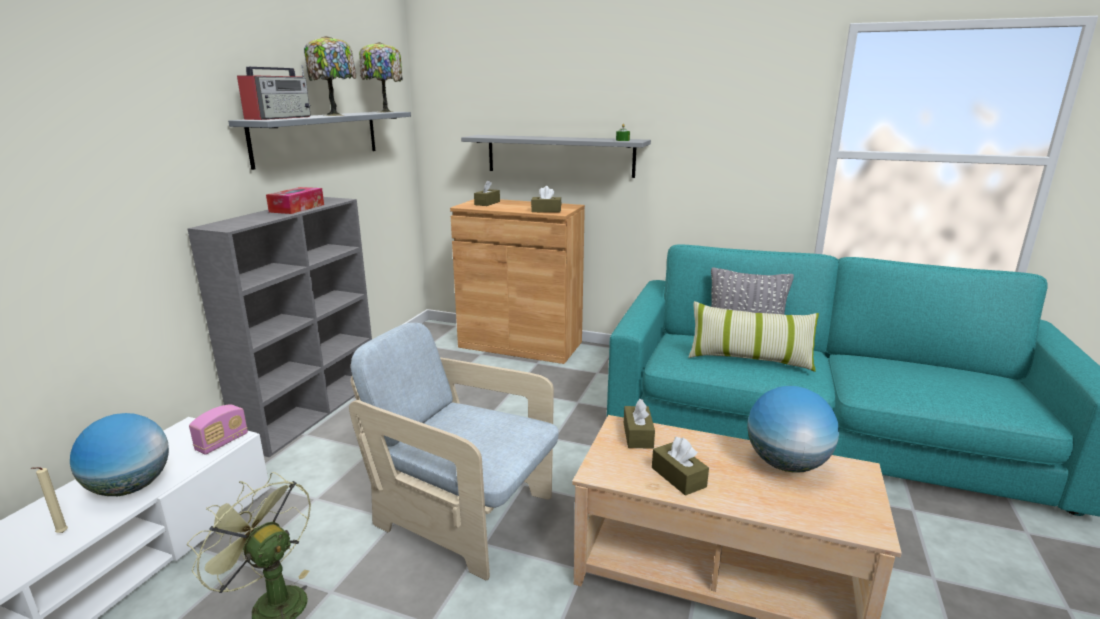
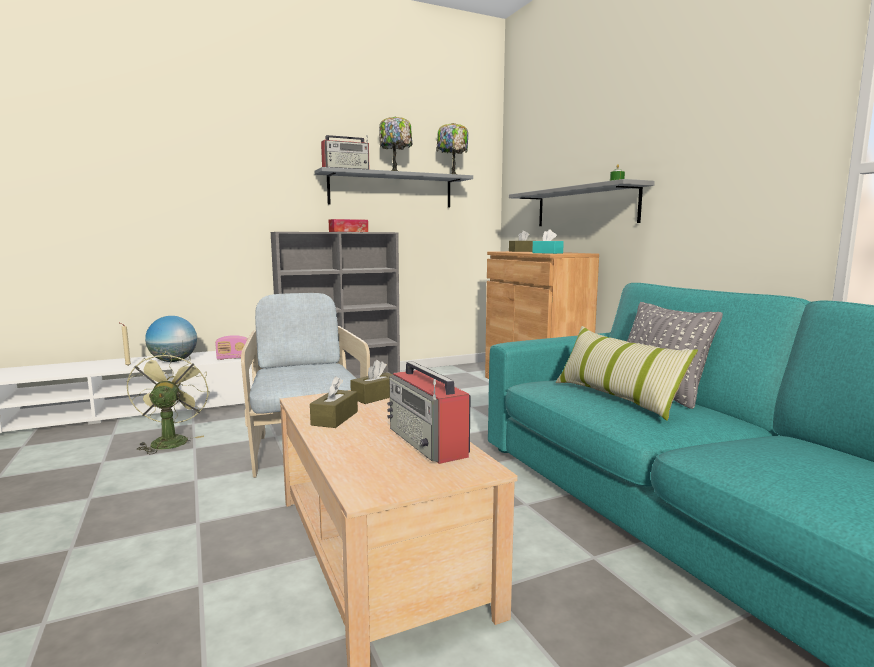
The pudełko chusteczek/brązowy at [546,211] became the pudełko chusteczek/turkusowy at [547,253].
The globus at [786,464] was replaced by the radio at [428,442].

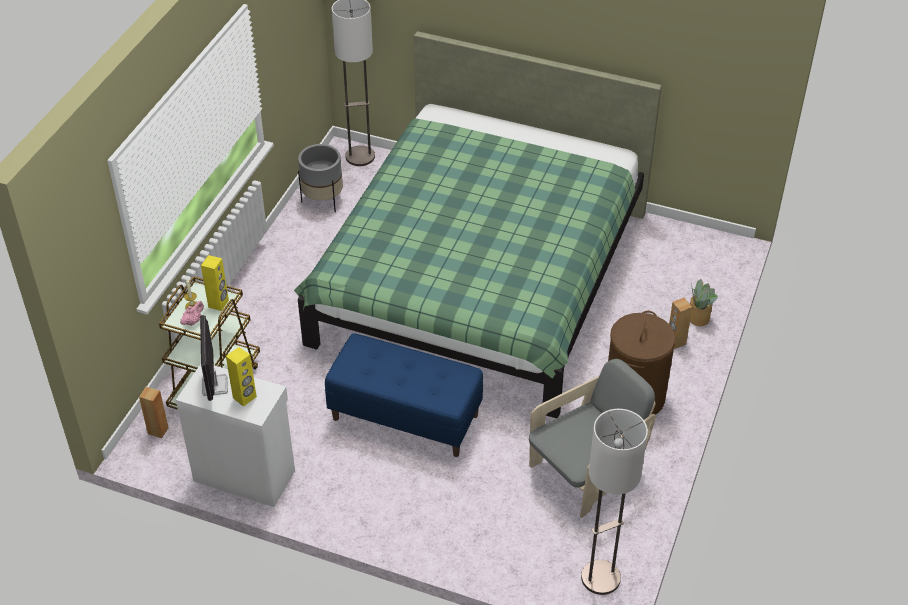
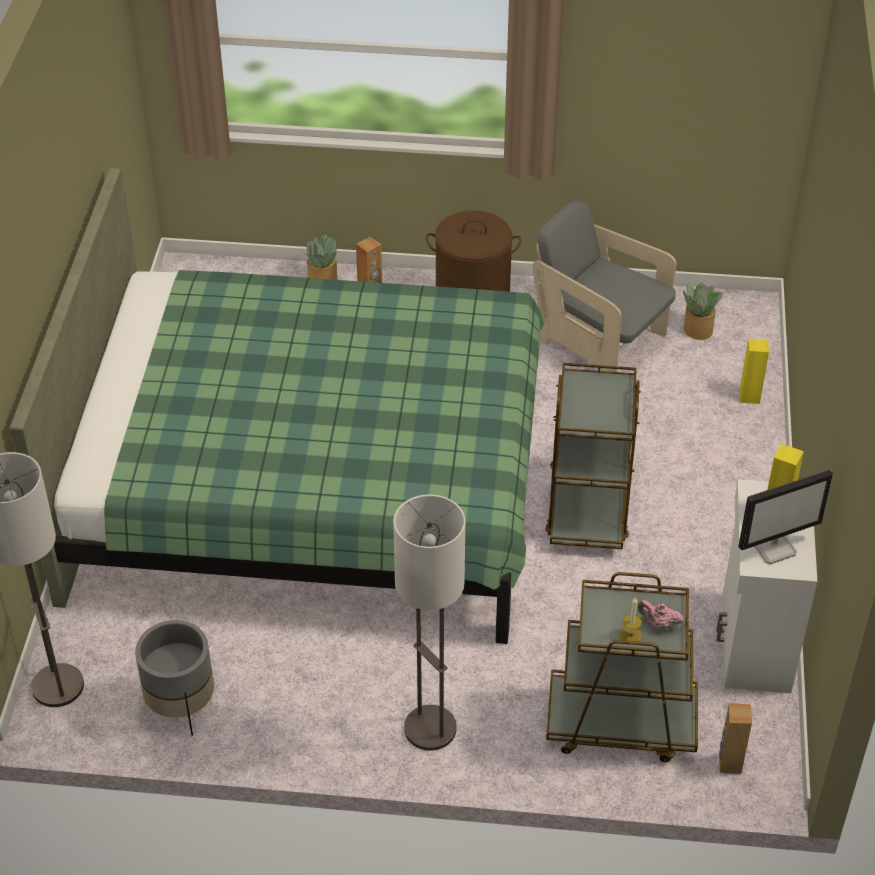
The głośnik/żółty moved from [219,304] to [749,396].
The ławka/niebieski at [406,417] was replaced by the wózek/brązowy at [588,506].
The lampa stojąca moved from [600,578] to [430,728].
The roślina doniczkowa at [697,329] appeared.

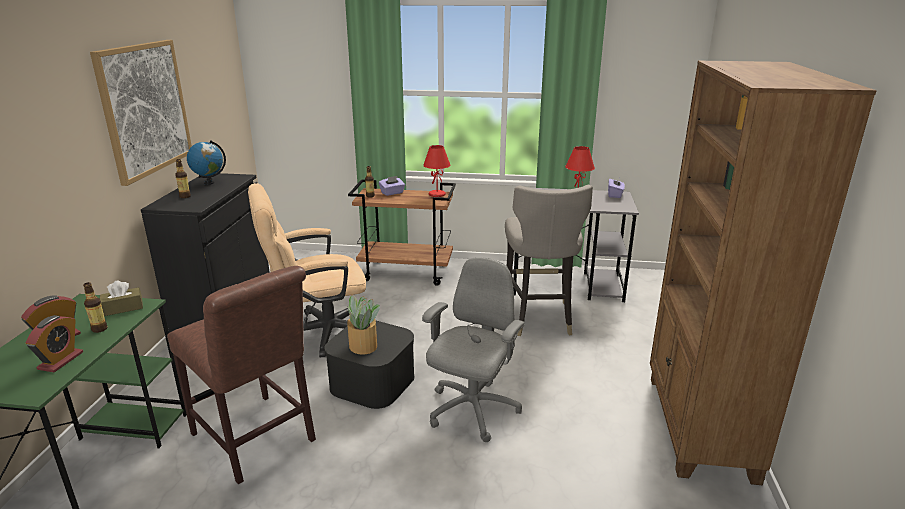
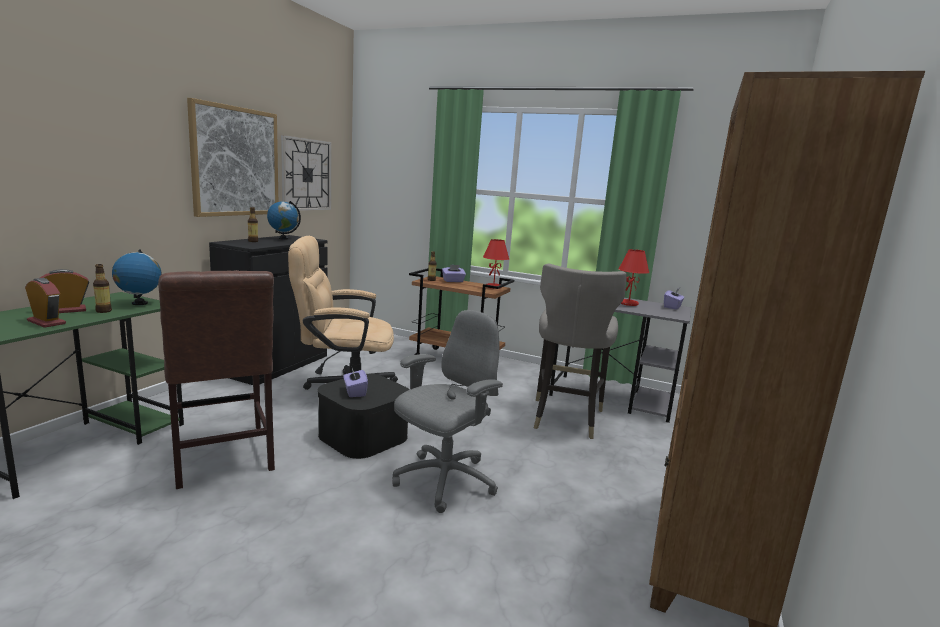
The pudełko chusteczek/brązowy at [123,308] was replaced by the globus at [139,303].
The roślina doniczkowa at [363,345] was replaced by the pudełko chusteczek/fioletowy at [355,392].
The budzik at [60,361] turned 90 degrees counterclockwise.
The zegar ścienny at [306,175] appeared.

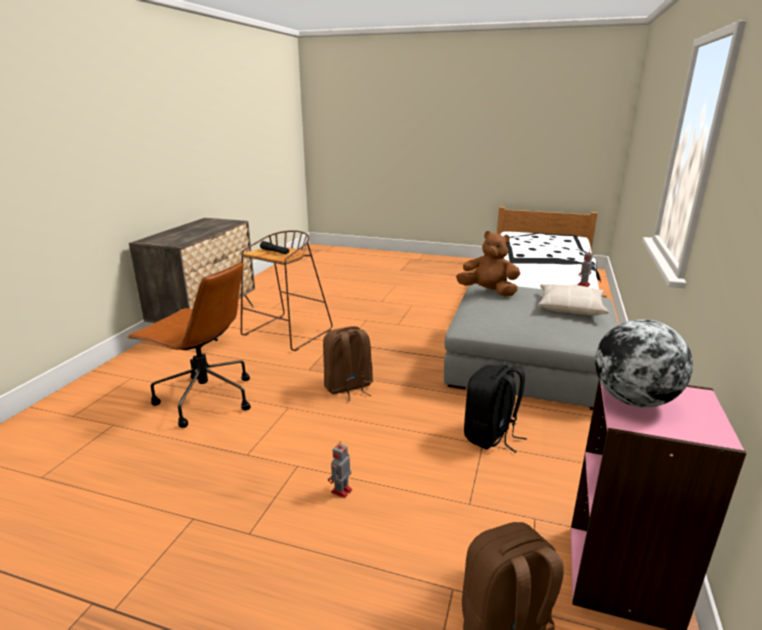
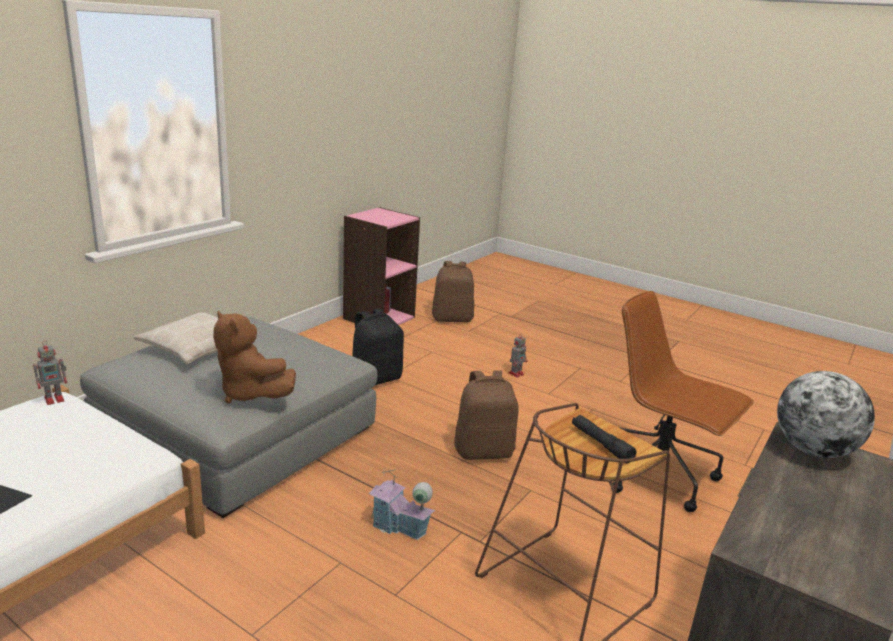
The globus moved from [633,400] to [812,450].
The domek at [399,527] appeared.

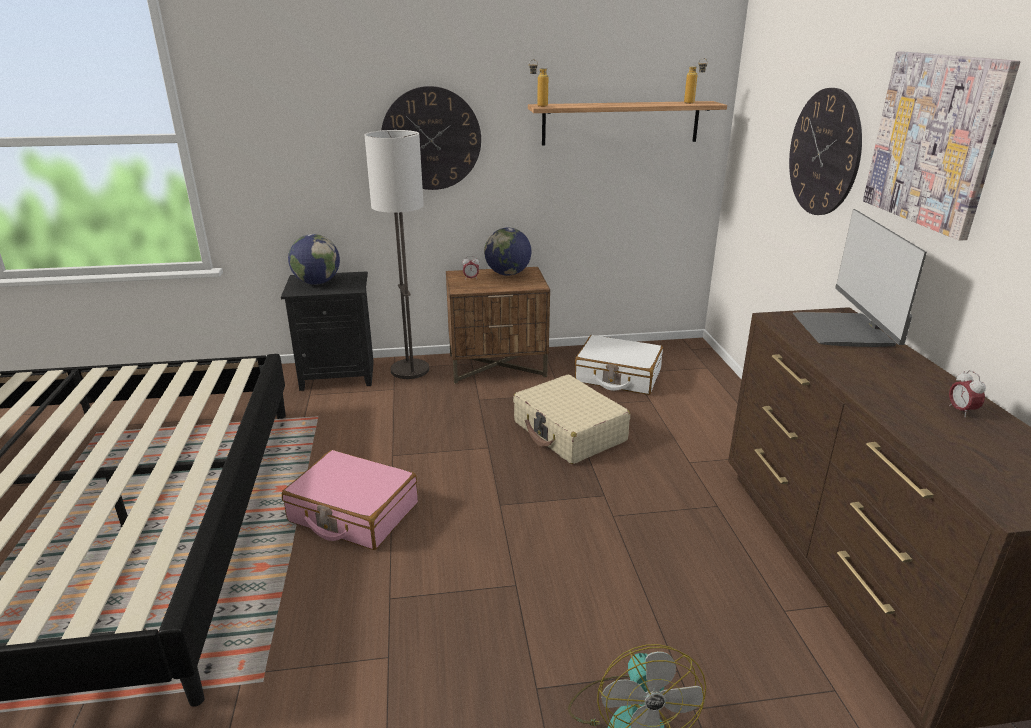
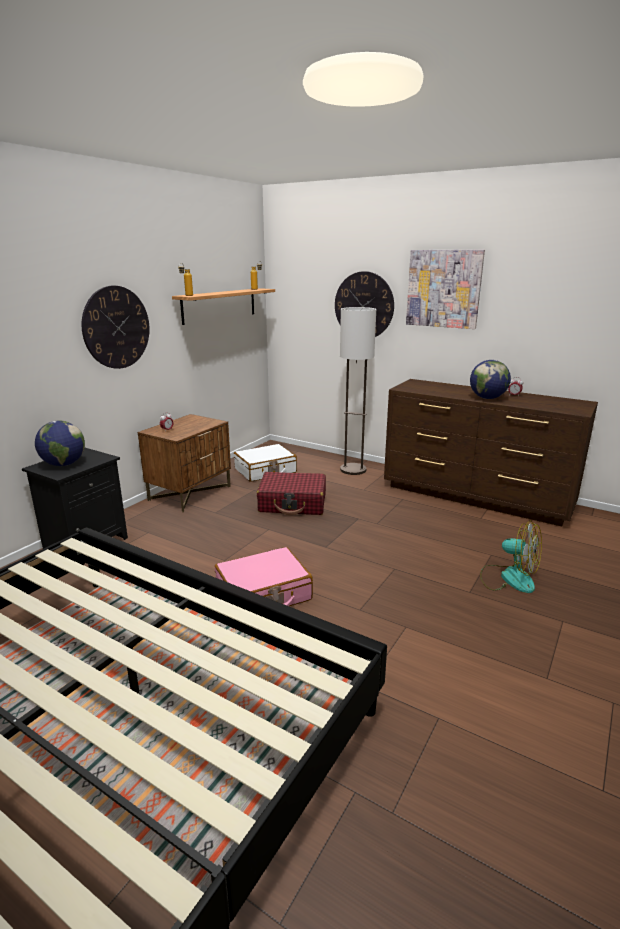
The lampa stojąca moved from [410,370] to [353,469].
The monitor at [844,331] disappeared.
The globus moved from [508,274] to [487,398].
The walizka/beżowy at [569,432] became the walizka/czerwony at [293,503].

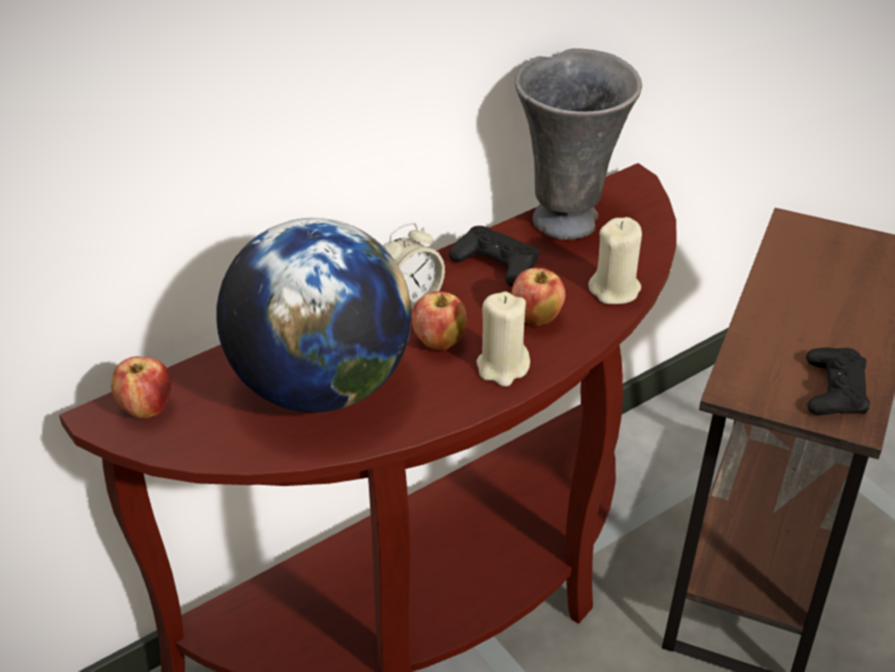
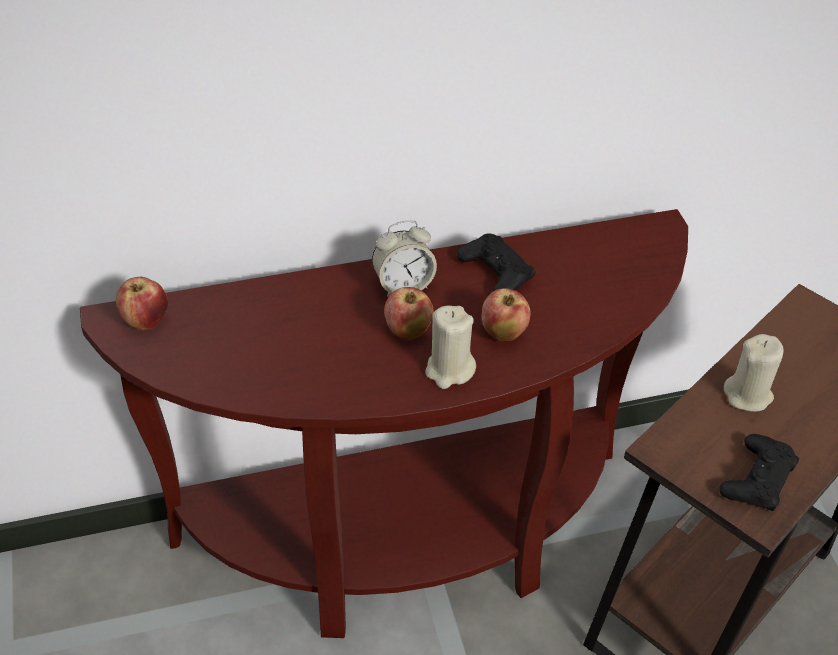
The wazon/szary at [568,219] disappeared.
The świeca/beżowy moved from [615,290] to [748,395].
The globus at [320,386] disappeared.

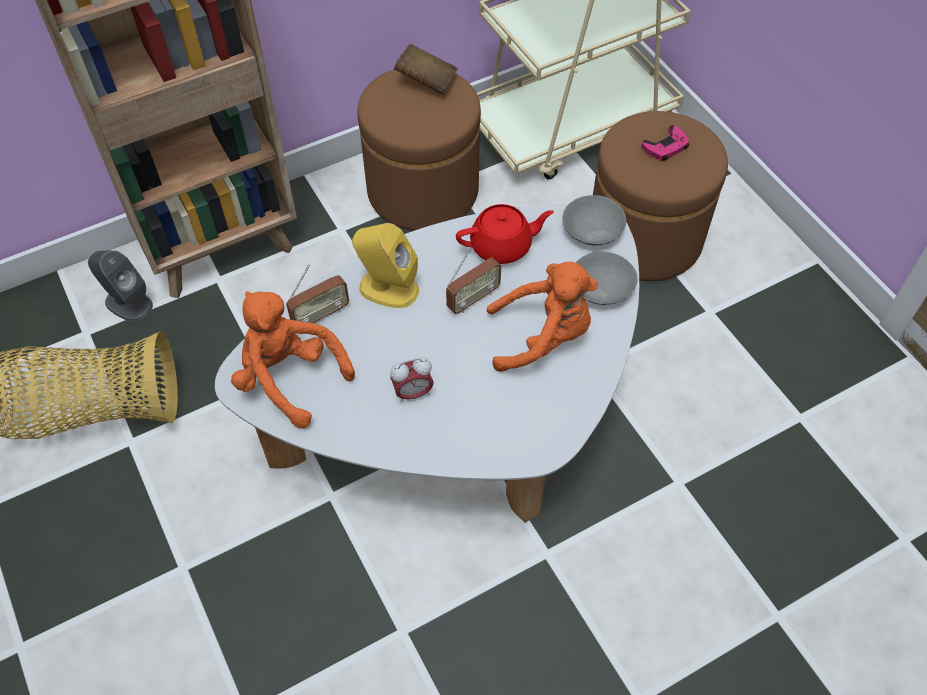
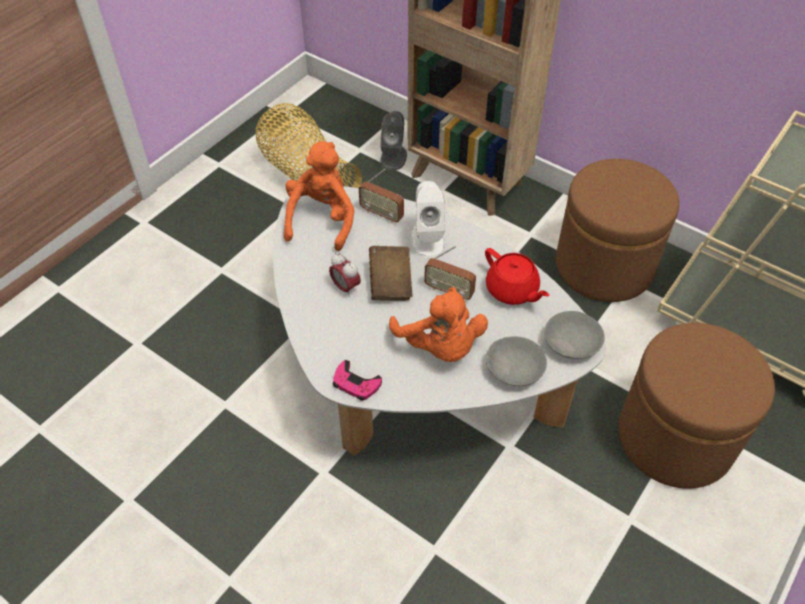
The książka/brązowy moved from [426,81] to [390,283].
The pad do gier/różowy moved from [666,147] to [355,383].
The głośnik/żółty at [388,288] became the głośnik/biały at [427,239].

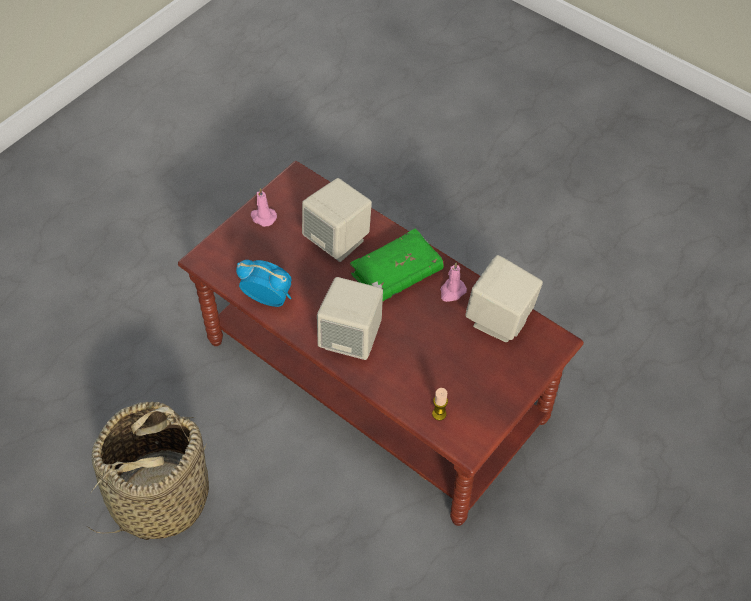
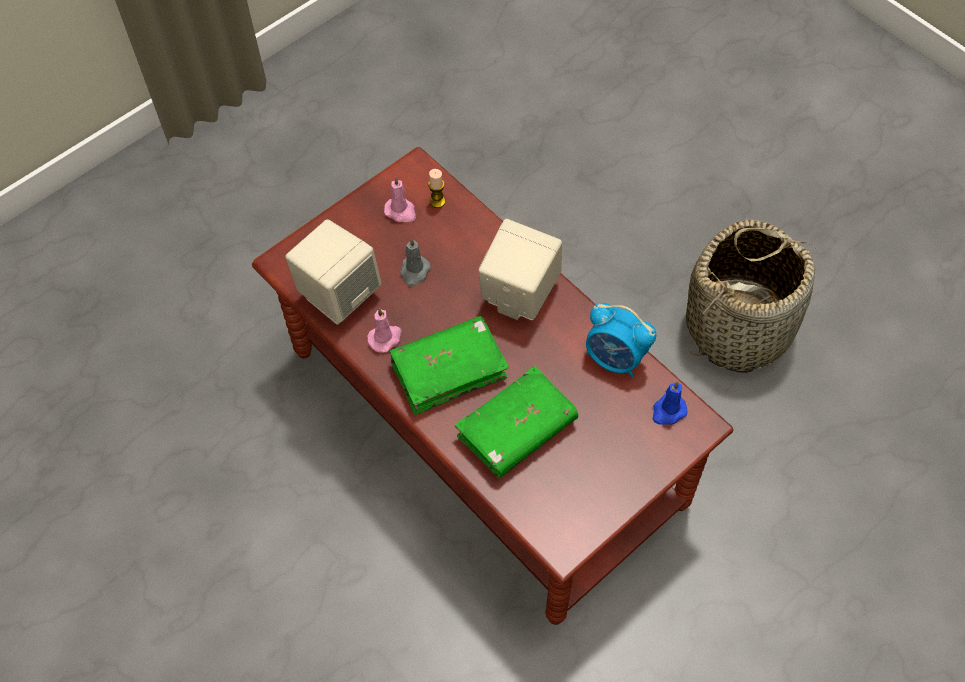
The głośnik/beżowy at [338,240] was replaced by the książka/zielony at [516,429].
The świeca/różowy moved from [263,217] to [401,211].
The świeca/szary at [414,272] appeared.
The świeca/niebieski at [668,411] appeared.

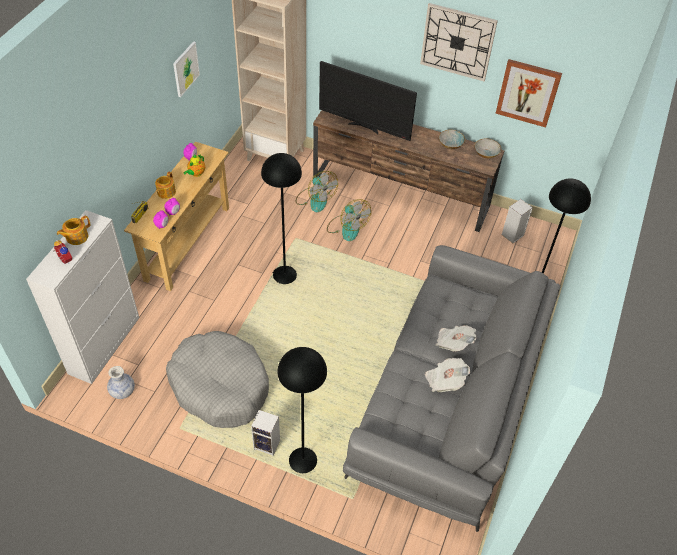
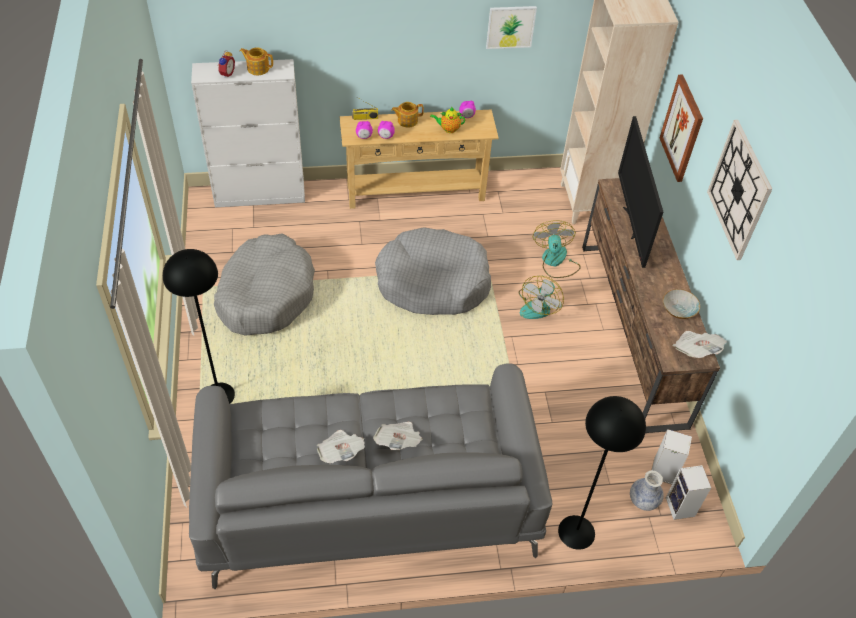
The obraz moved from [528,93] to [682,128].
The miska at [486,153] was replaced by the gazeta at [695,351].
The lampa stojąca/czarny at [284,275] was replaced by the legowisko/szary at [432,282].
The wentylator at [315,199] turned 150 degrees clockwise.
The wazon moved from [122,391] to [643,500].
The głośnik moved from [268,445] to [681,508].

